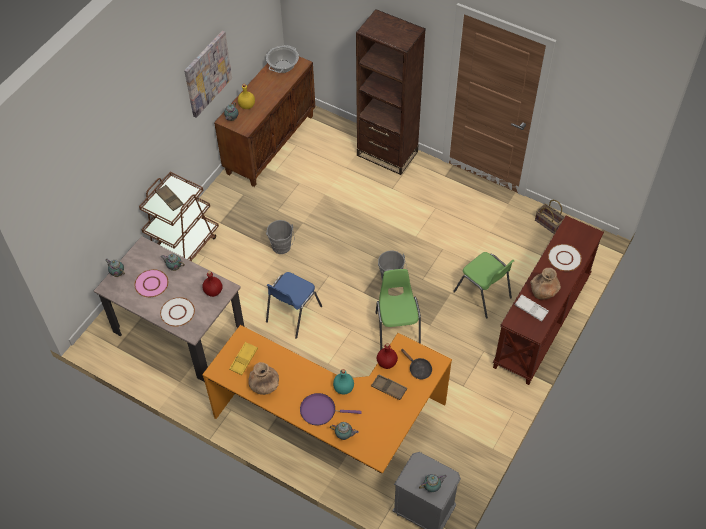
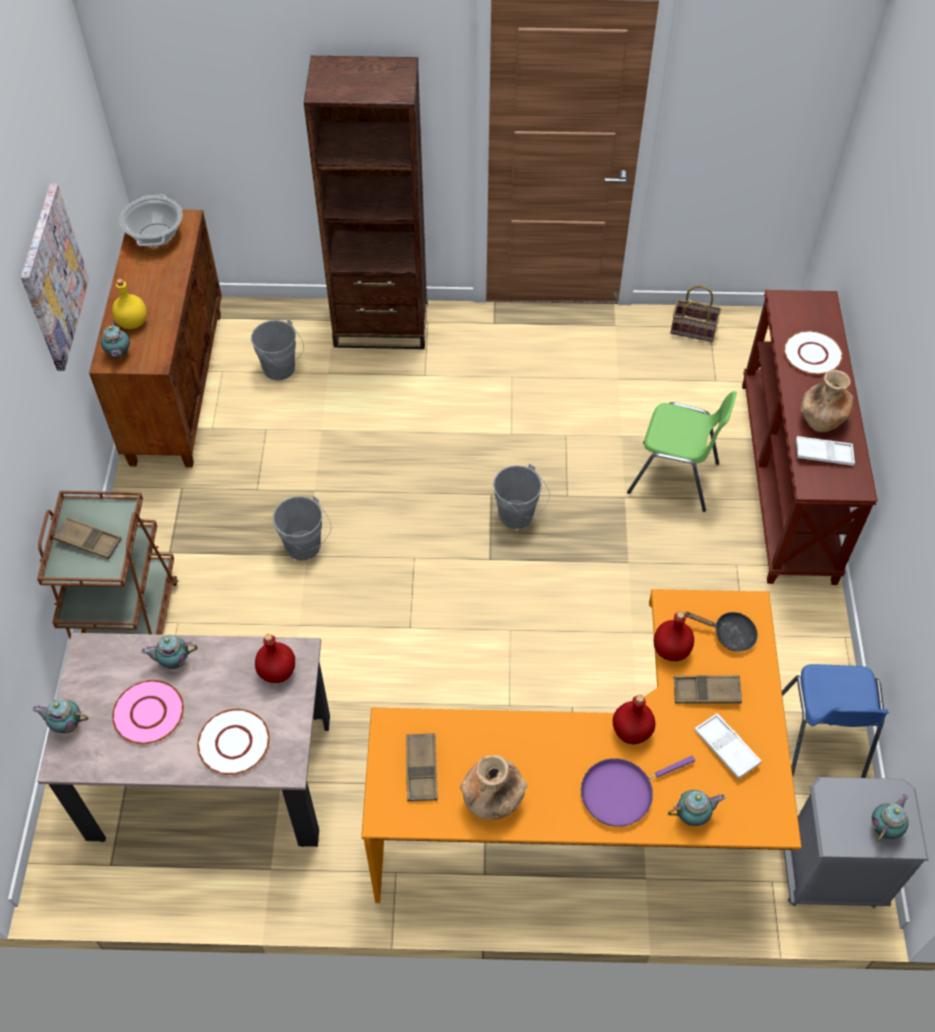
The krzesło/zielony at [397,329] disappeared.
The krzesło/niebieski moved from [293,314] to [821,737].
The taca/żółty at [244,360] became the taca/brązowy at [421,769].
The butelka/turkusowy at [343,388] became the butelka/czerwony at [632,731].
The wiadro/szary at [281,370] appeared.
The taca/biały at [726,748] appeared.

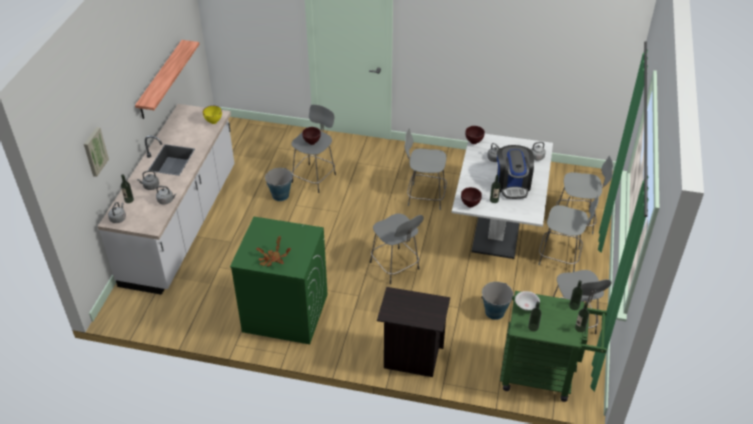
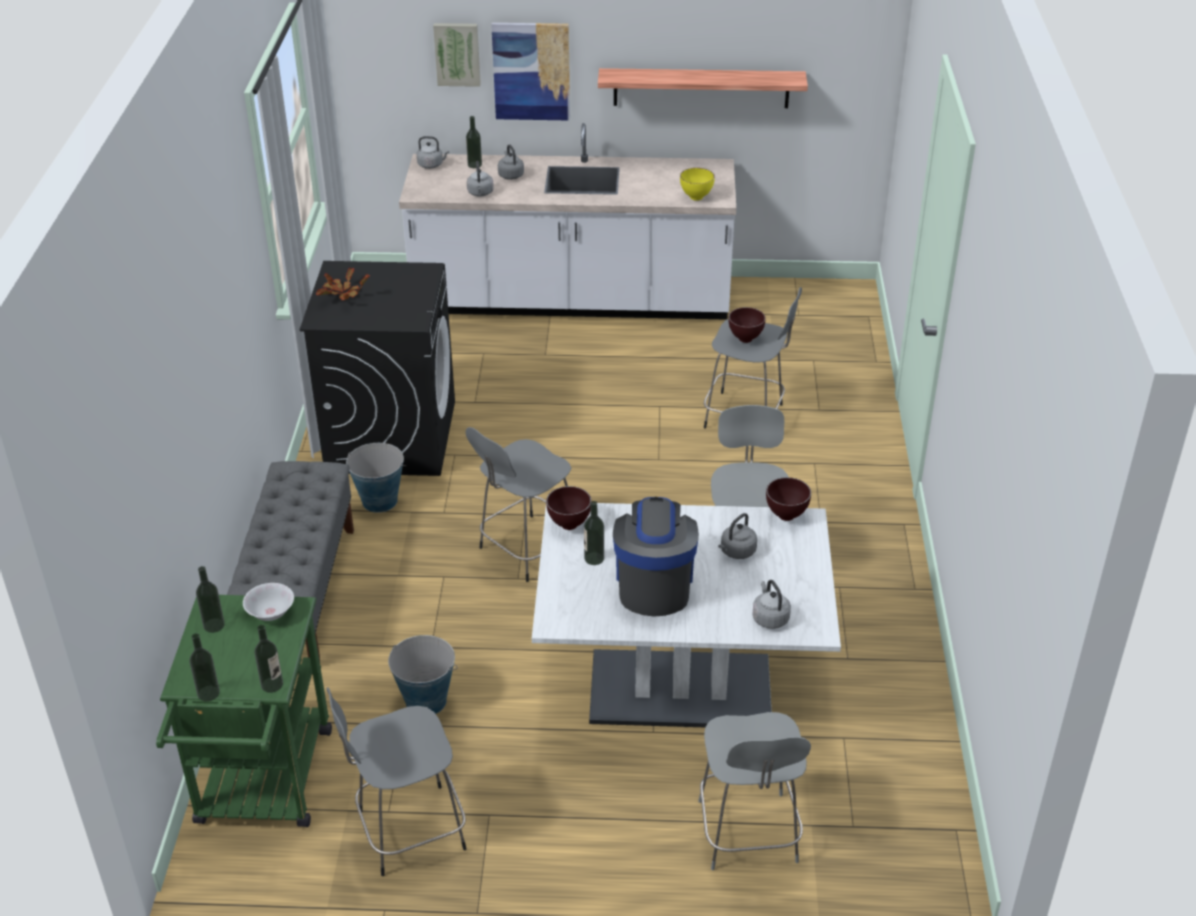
The ekspres do kawy at [512,185] turned 105 degrees clockwise.
The wiadro moved from [280,195] to [379,501].
The krzesło/szary at [561,257] disappeared.
The pralka/zielony at [284,313] became the pralka/czarny at [391,436].
The szafka nocna/czarny at [411,357] was replaced by the ławka/szary at [300,594].
The obraz at [531,71] appeared.

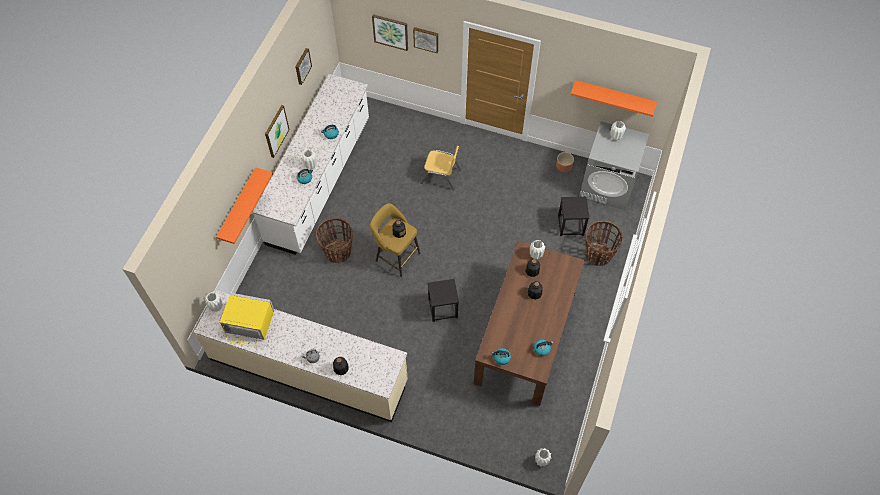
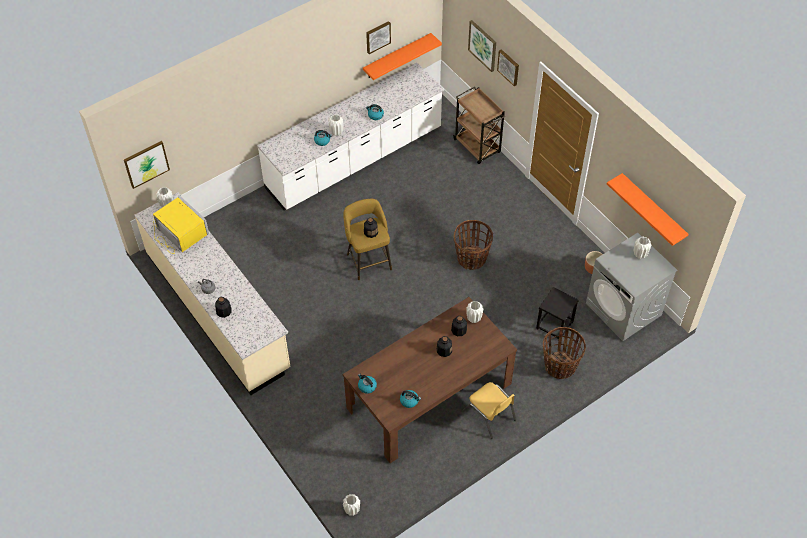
The obraz moved from [276,131] to [146,164].
The krzesło/żółty moved from [441,176] to [489,415].
The półka/pomarańczowy moved from [238,206] to [397,56].
The koszyk moved from [338,251] to [471,258].
The stołek/czarny at [443,309] disappeared.
The wózek/brązowy at [477,147] appeared.

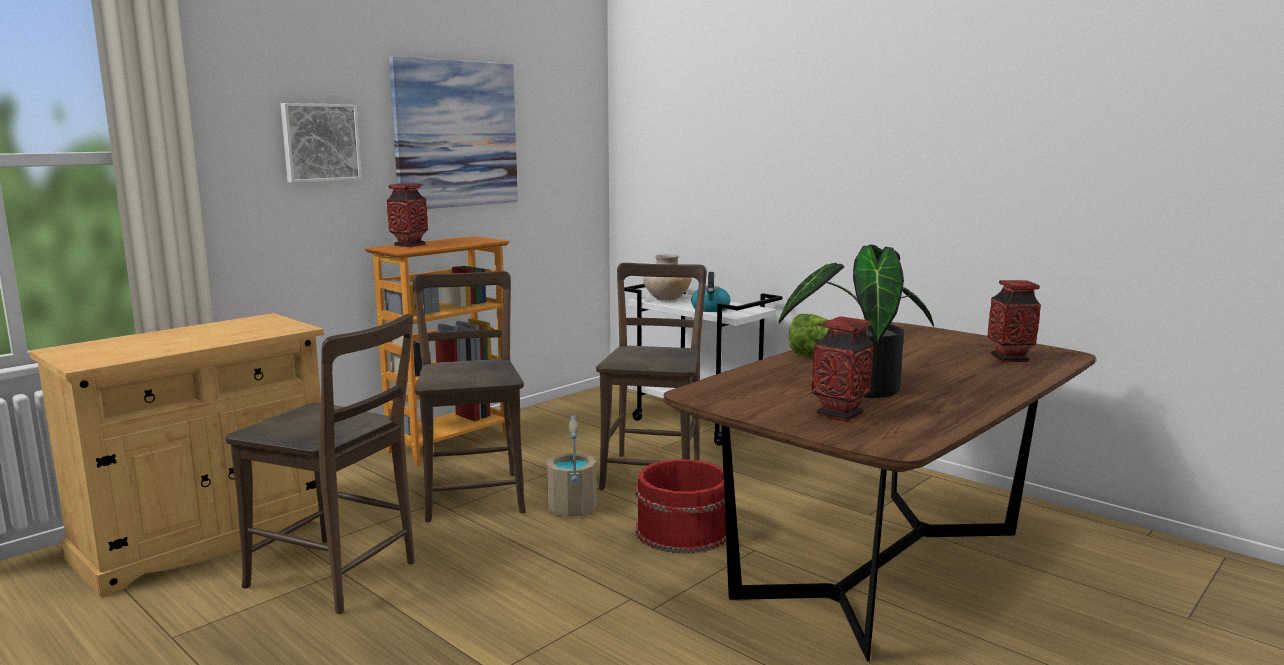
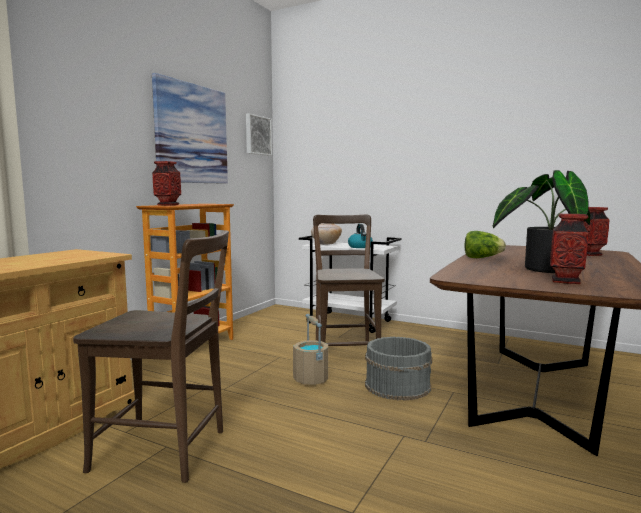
The obraz moved from [320,142] to [257,135].
The krzesło/brązowy at [473,493] disappeared.
The wiadro/czerwony at [683,531] became the wiadro/szary at [397,385].

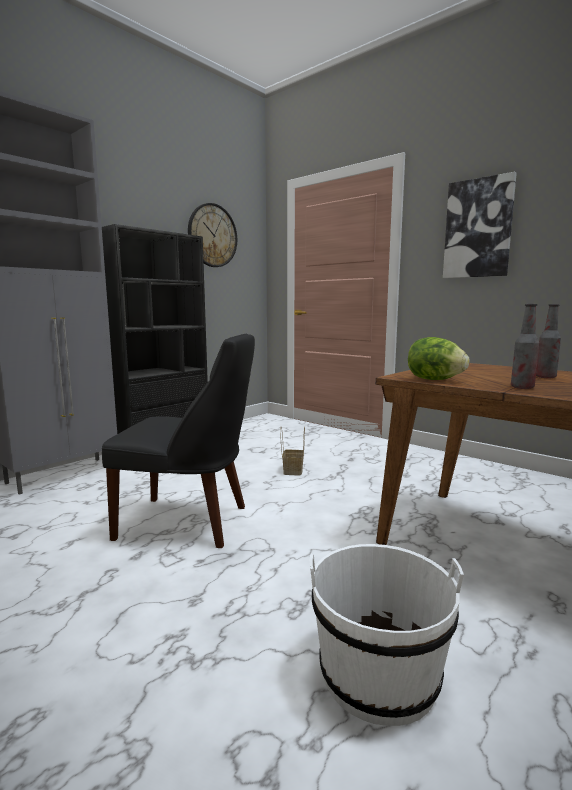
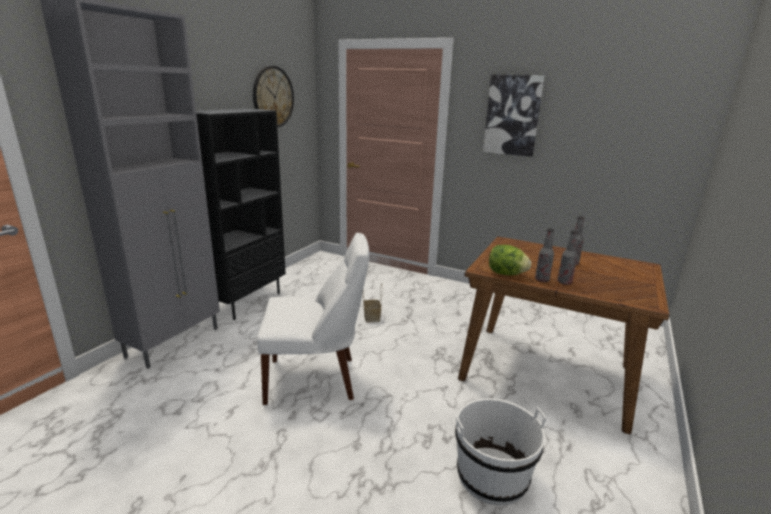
The krzesło/czarny at [189,522] became the krzesło/biały at [316,379].
The butelka at [542,280] appeared.

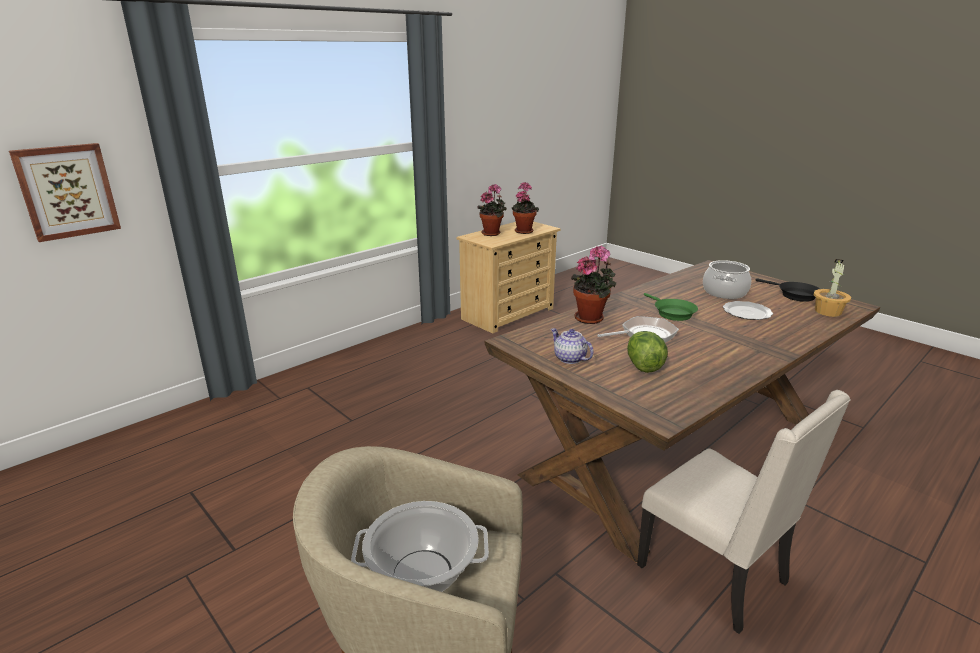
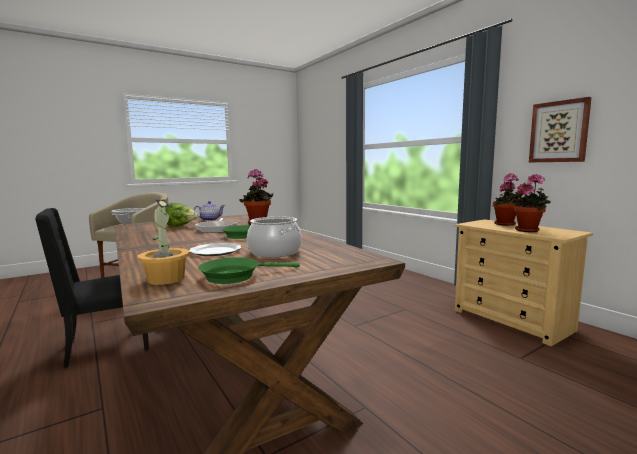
The obraz moved from [67,191] to [559,132].
The patelnia/czarny at [794,295] became the patelnia/zielony at [235,276].
The krzesło/beżowy at [716,575] became the krzesło/czarny at [105,346].

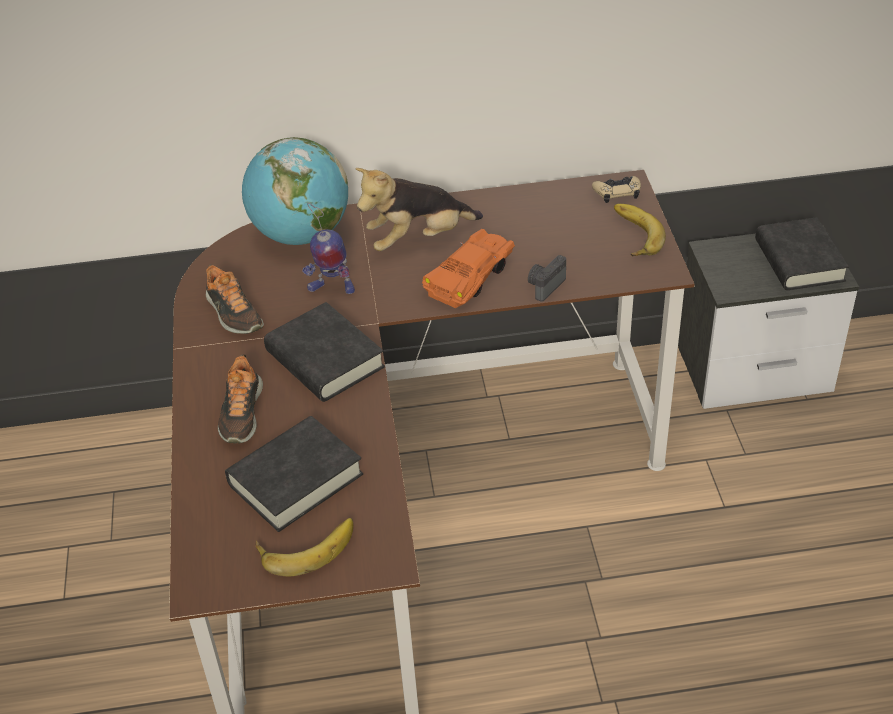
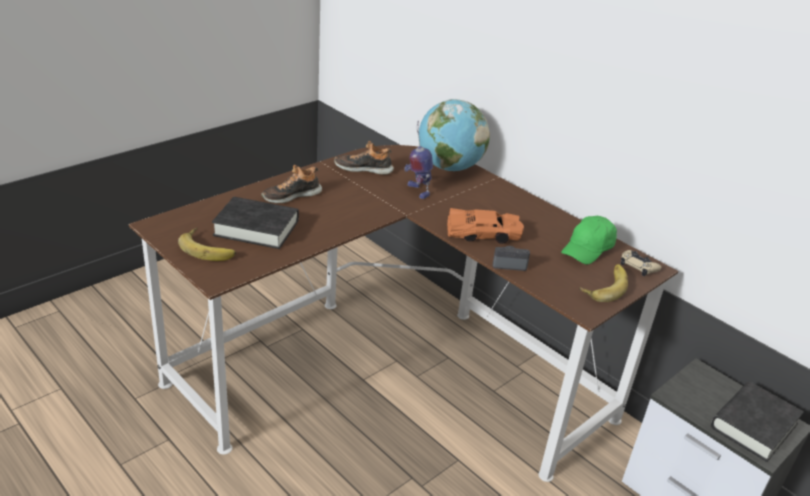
The pluszak at [418,239] disappeared.
The but at [233,314] turned 75 degrees clockwise.
The książka/czarny at [325,360] disappeared.
The czapka z daszkiem/zielony at [588,249] appeared.

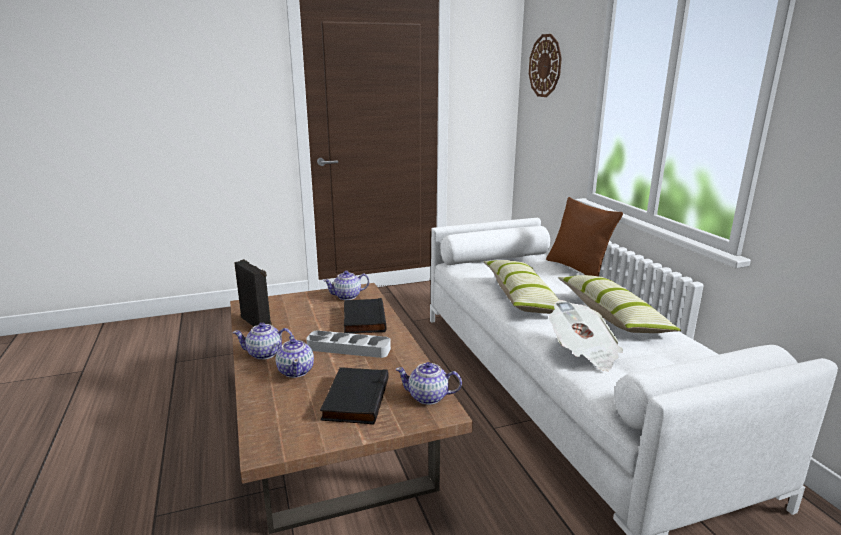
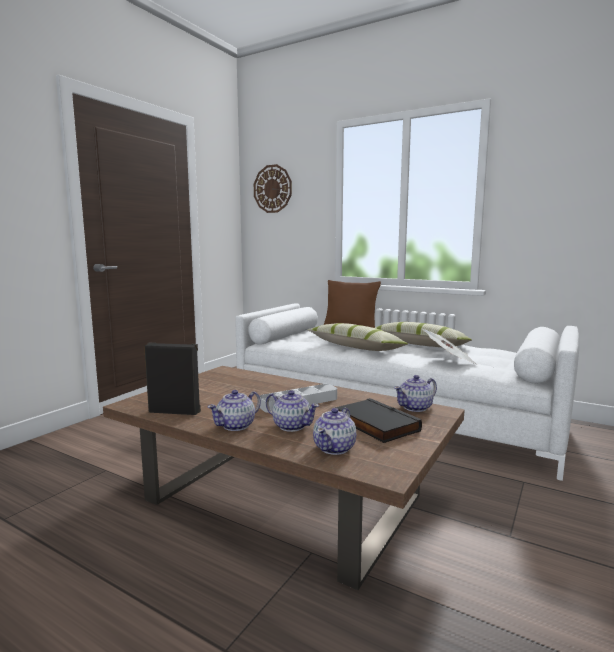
The imbryk moved from [347,296] to [335,448].
The książka/czarny at [362,319] disappeared.

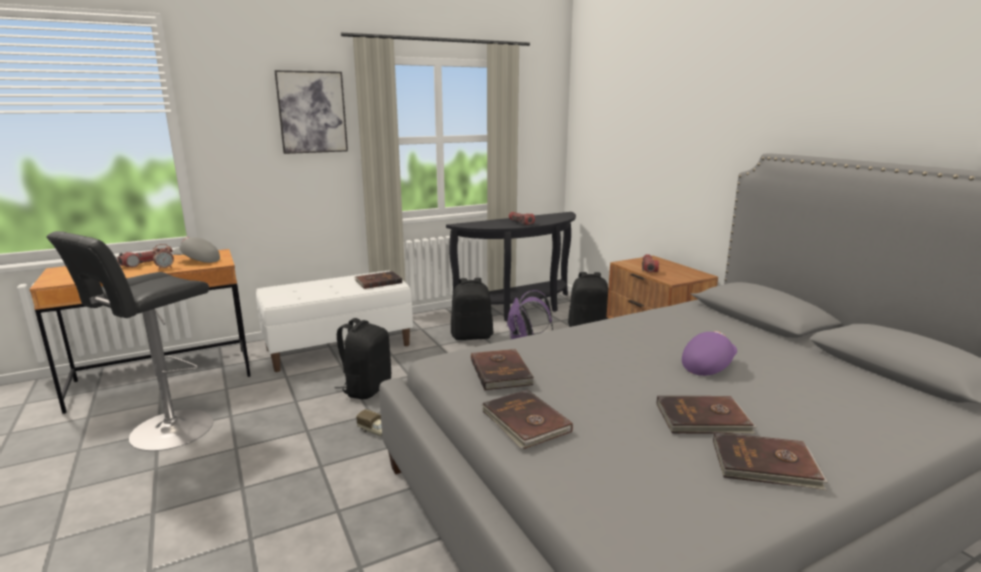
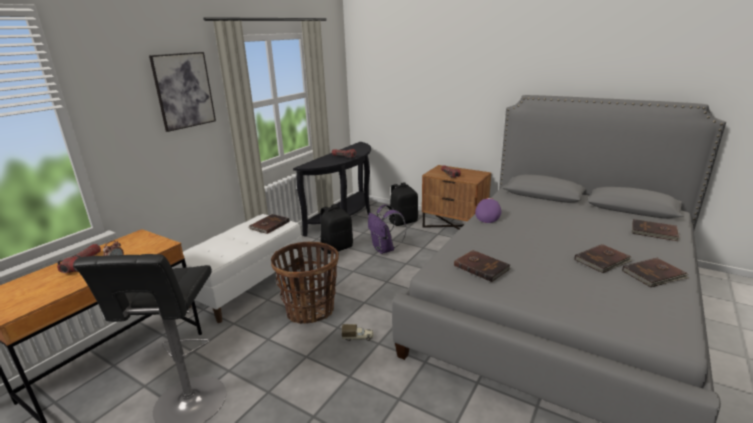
The czapka z daszkiem/szary at [197,261] disappeared.
The plecak/czarny at [366,388] was replaced by the koszyk at [310,310].
The czapka z daszkiem/fioletowy moved from [708,365] to [487,216].
The książka/brązowy moved from [525,422] to [654,232].

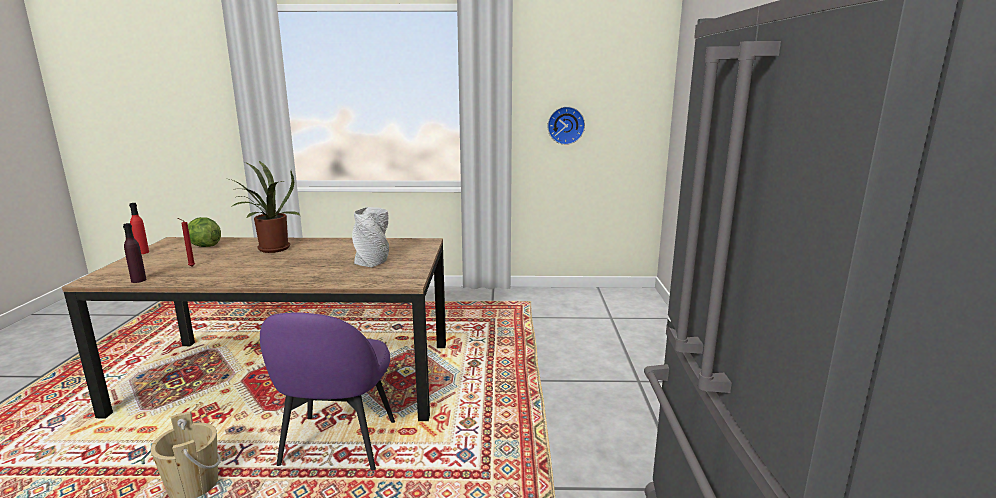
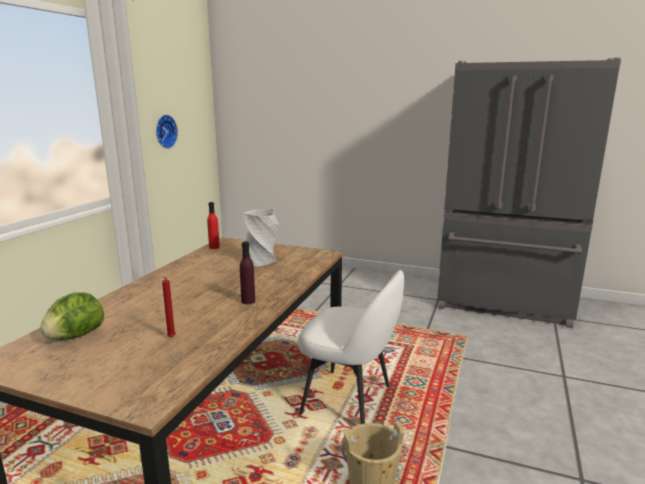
The roślina doniczkowa at [270,249] disappeared.
The butelka/czerwony moved from [142,252] to [214,247].
The butelka/fioletowy moved from [138,280] to [248,301].
The krzesło/fioletowy at [337,445] became the krzesło/biały at [349,400].

